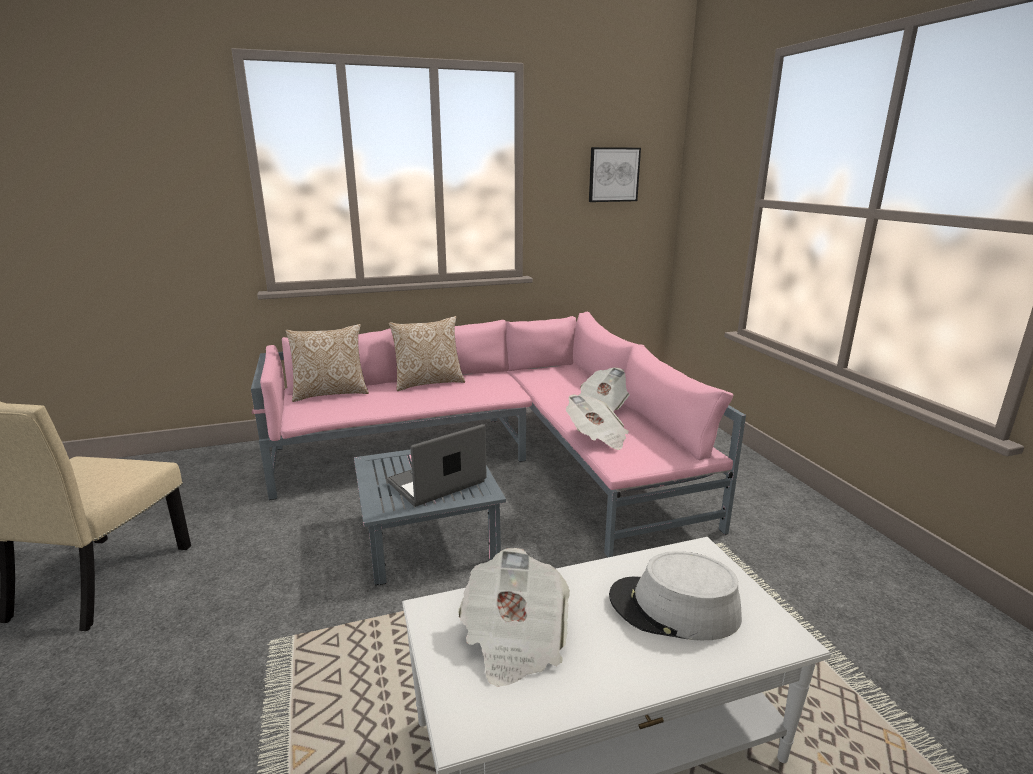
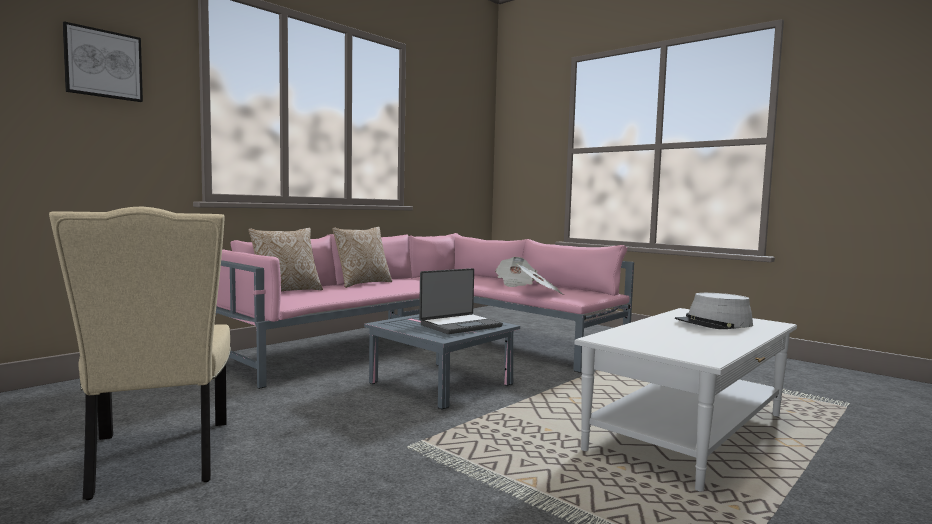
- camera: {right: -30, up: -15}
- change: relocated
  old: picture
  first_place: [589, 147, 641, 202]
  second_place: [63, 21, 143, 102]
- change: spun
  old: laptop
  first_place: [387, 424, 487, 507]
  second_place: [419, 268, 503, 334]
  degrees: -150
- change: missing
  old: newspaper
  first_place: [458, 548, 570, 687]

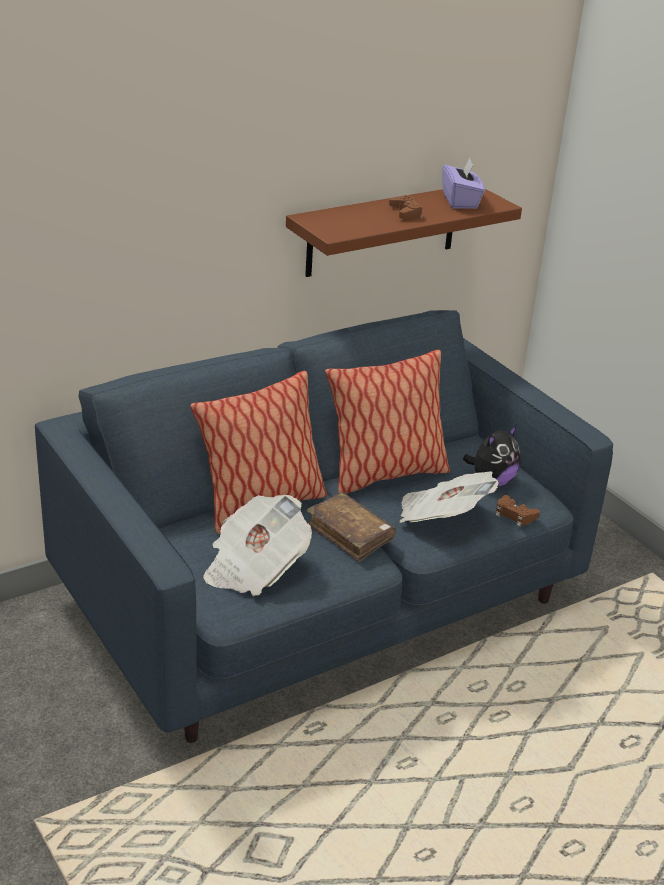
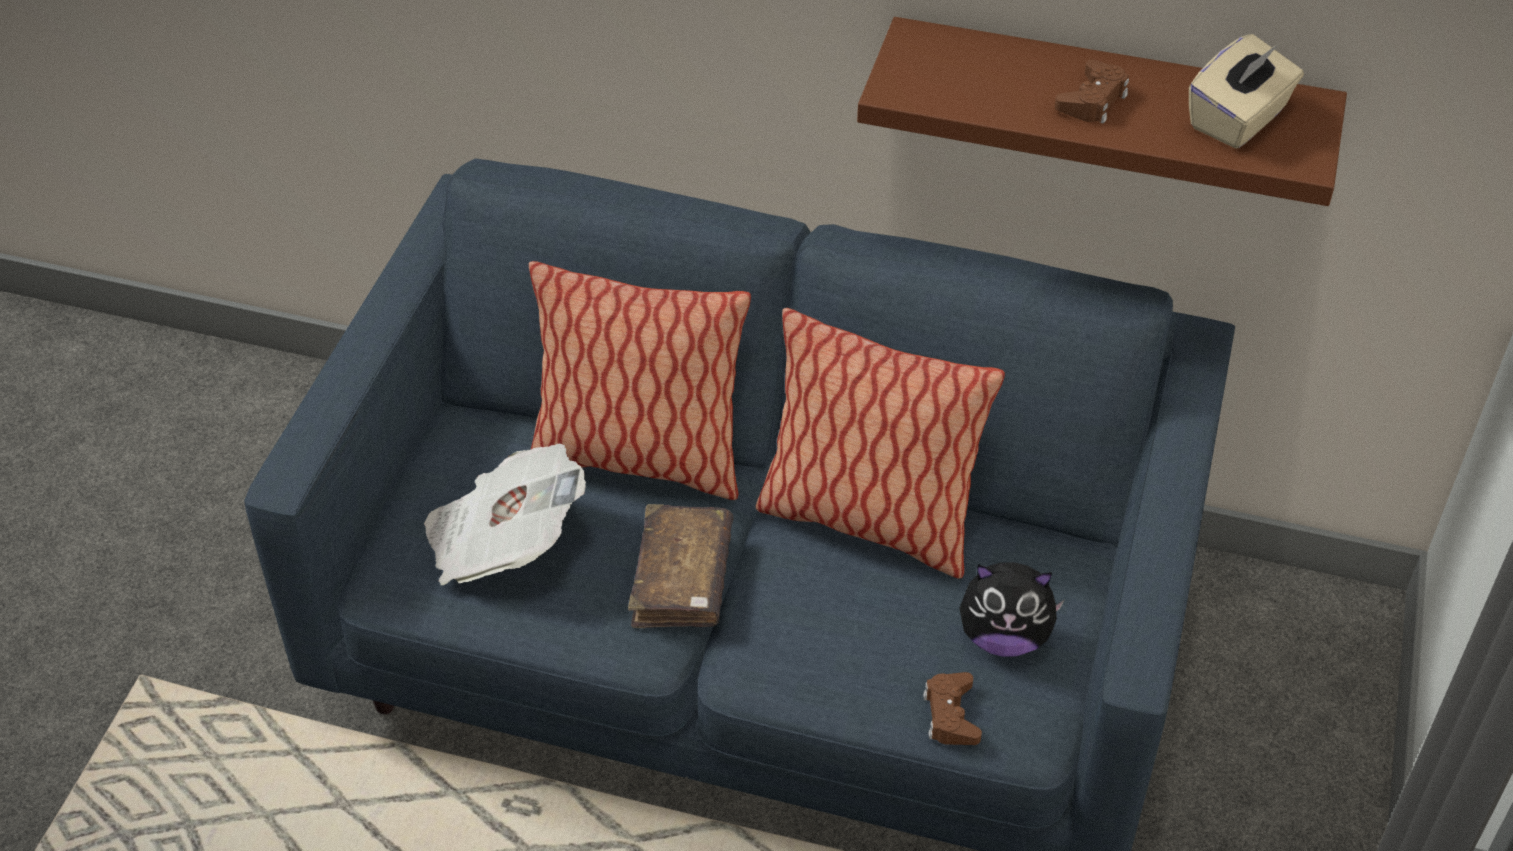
- camera: {right: 50, up: 15}
- change: colour
  old: purple tissue box
  new: beige tissue box
  first_place: [442, 158, 485, 209]
  second_place: [1189, 34, 1304, 149]
- change: missing
  old: newspaper
  first_place: [400, 471, 498, 523]

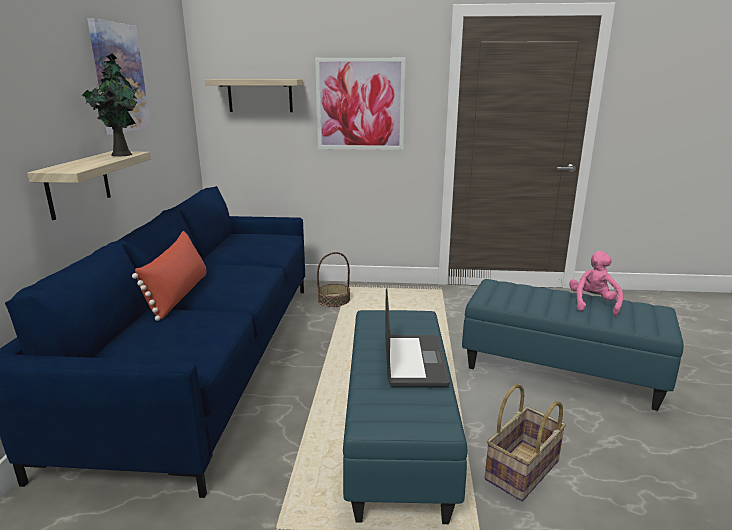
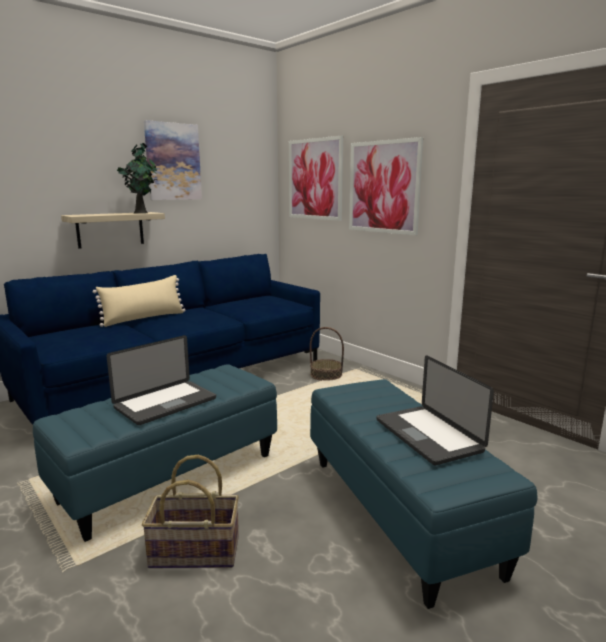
- camera: {right: 45, up: -5}
- change: colour
  old: red pillow
  new: beige pillow
  first_place: [132, 231, 206, 321]
  second_place: [93, 275, 185, 327]
- change: exchanged
  old: shelf
  new: picture
  first_place: [205, 79, 303, 112]
  second_place: [289, 136, 343, 221]
- change: exchanged
  old: pink plush toy
  new: laptop
  first_place: [569, 251, 623, 316]
  second_place: [377, 355, 494, 465]

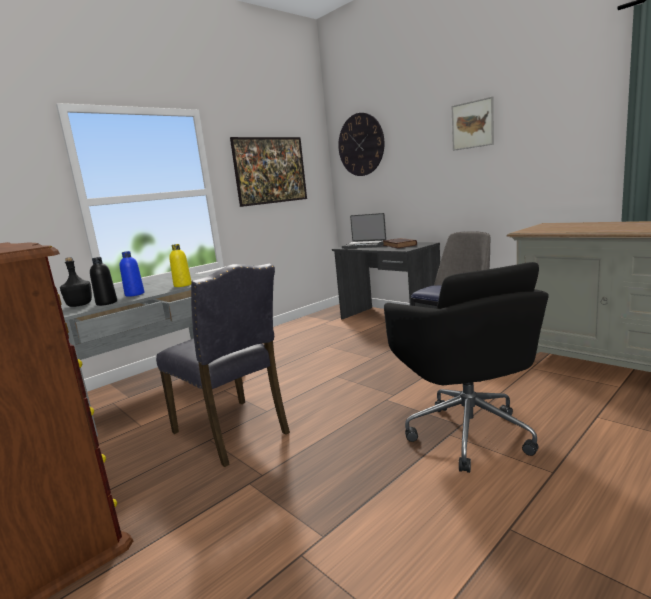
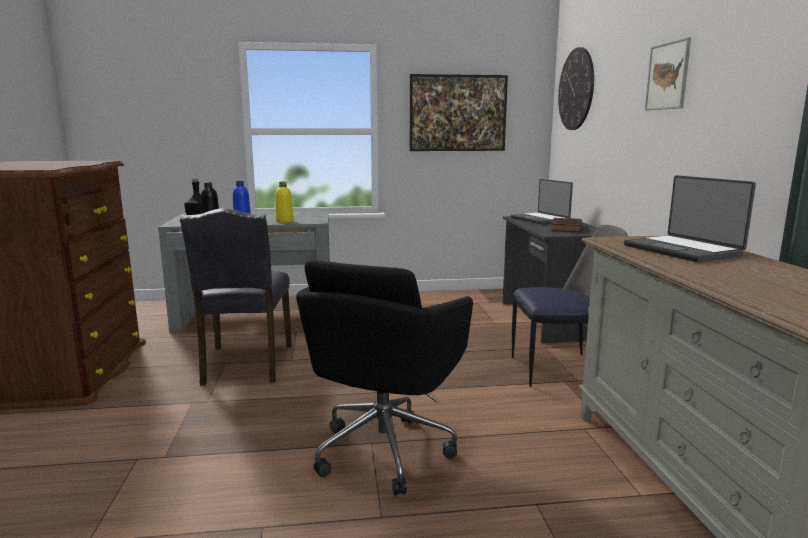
- camera: {right: 35, up: 0}
- change: appeared
  new: laptop
  second_place: [624, 175, 756, 262]

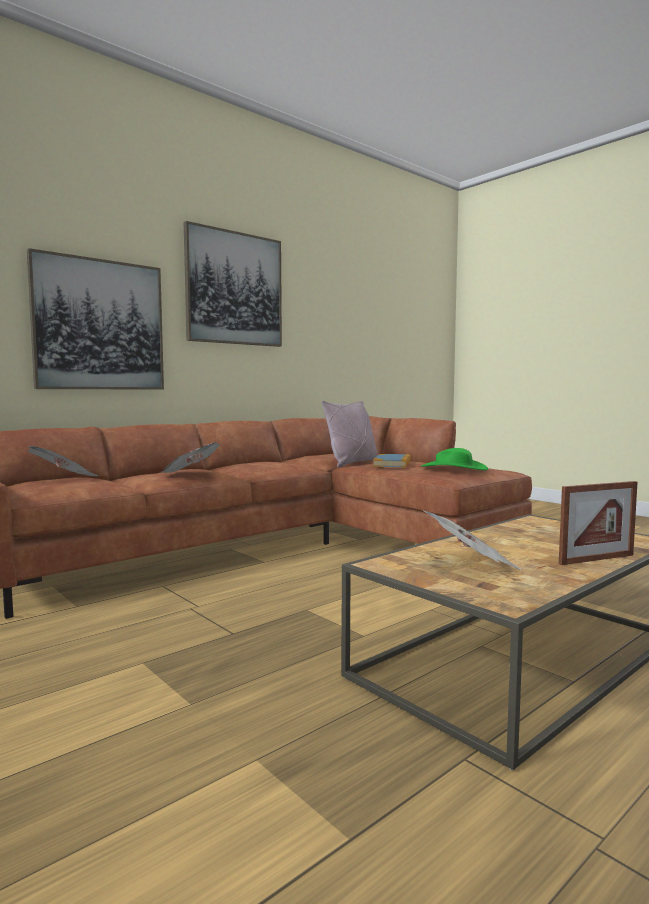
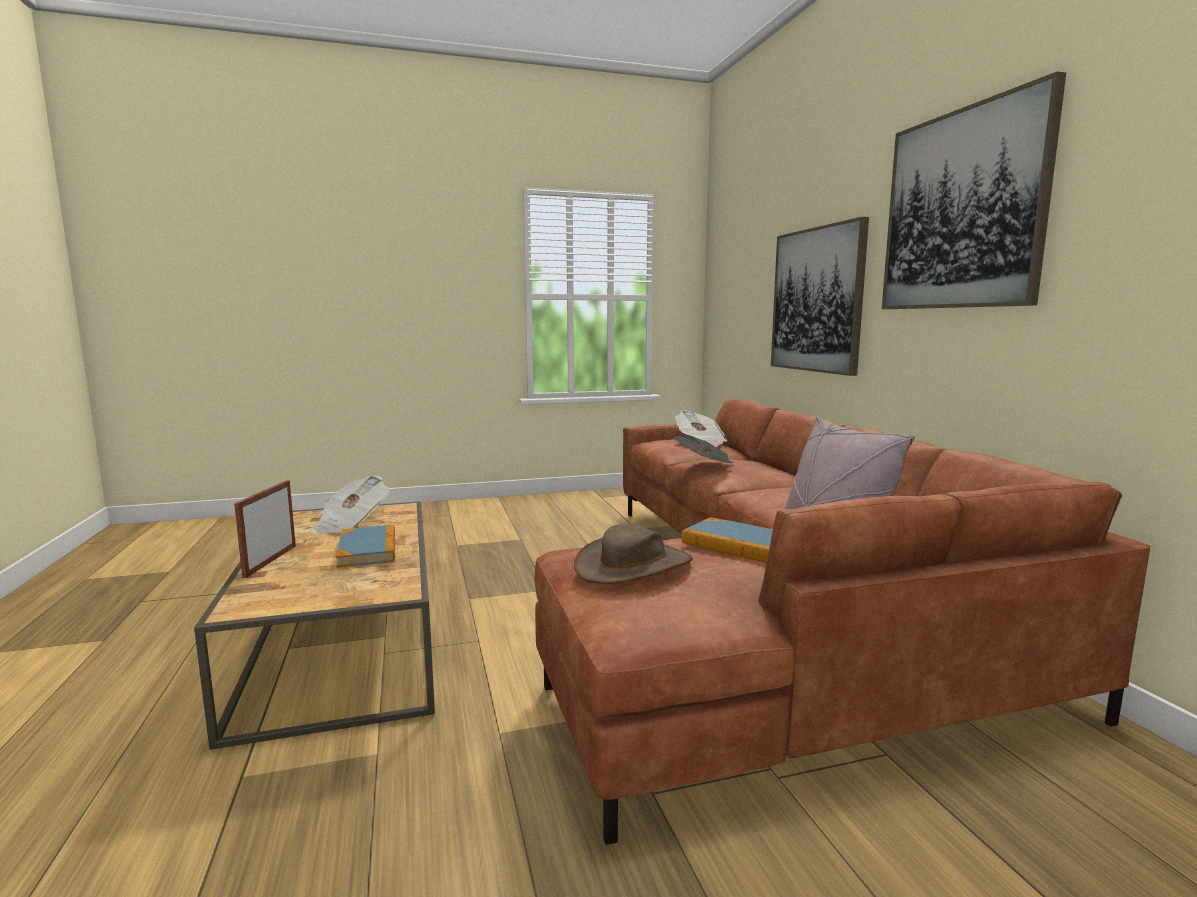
- camera: {right: 115, up: 5}
- change: appeared
  new: book
  second_place: [336, 525, 395, 568]
- change: colour
  old: green hat
  new: brown hat
  first_place: [421, 448, 488, 471]
  second_place: [574, 524, 693, 584]

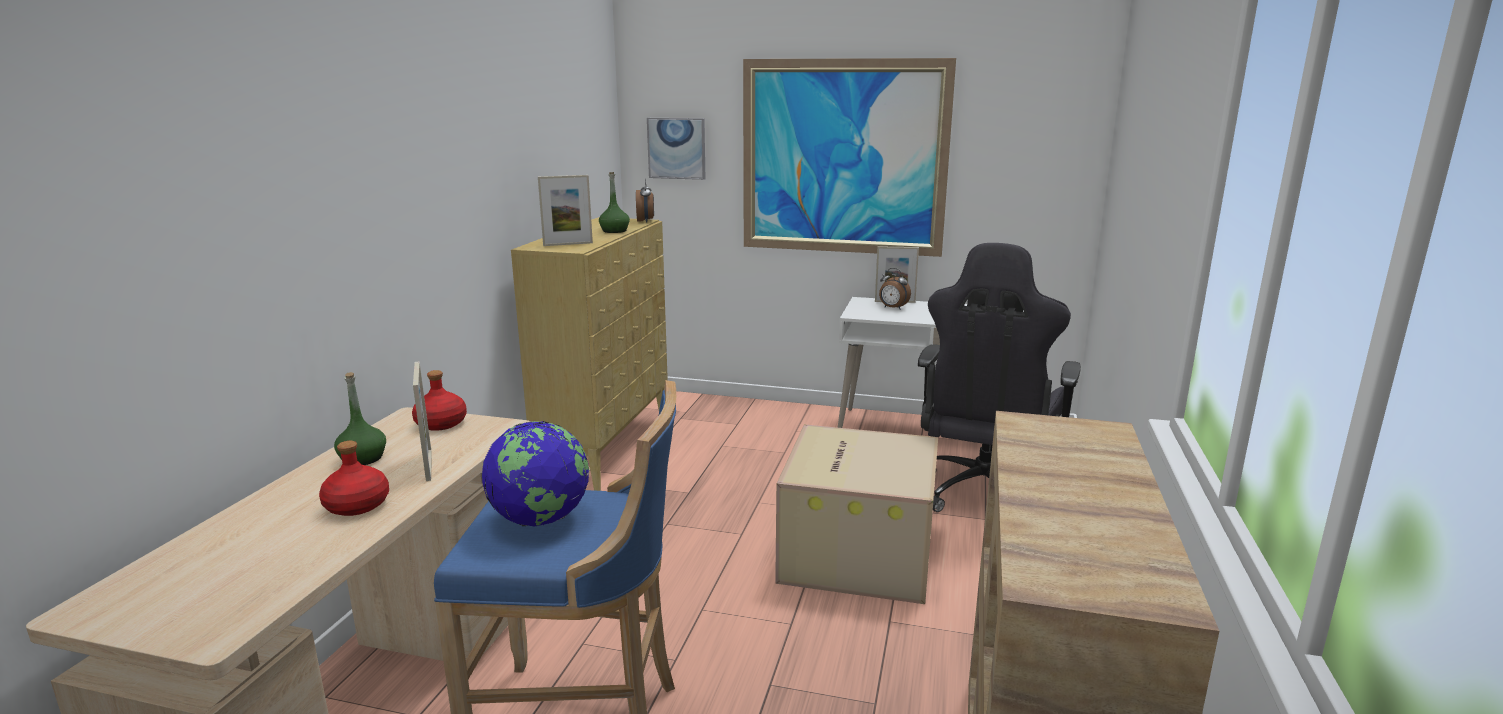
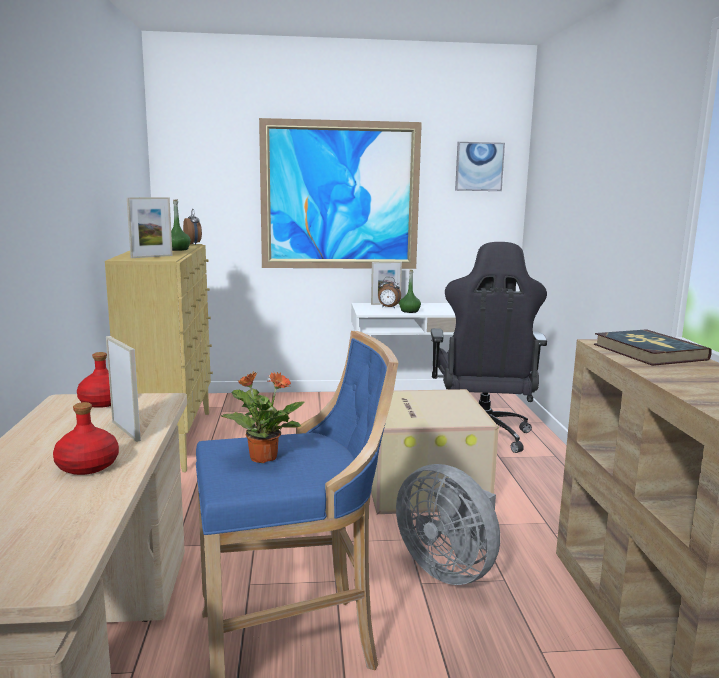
- camera: {right: -20, up: -5}
- change: exchanged
  old: globe
  new: potted plant
  first_place: [482, 421, 590, 527]
  second_place: [221, 371, 304, 463]
- change: appeared
  new: grey fan
  second_place: [396, 464, 500, 585]
- change: relocated
  old: green bottle
  first_place: [334, 372, 386, 465]
  second_place: [399, 269, 421, 313]
- change: relocated
  old: picture
  first_place: [647, 118, 705, 180]
  second_place: [455, 142, 505, 191]
- change: appeared
  new: book
  second_place: [594, 329, 712, 366]

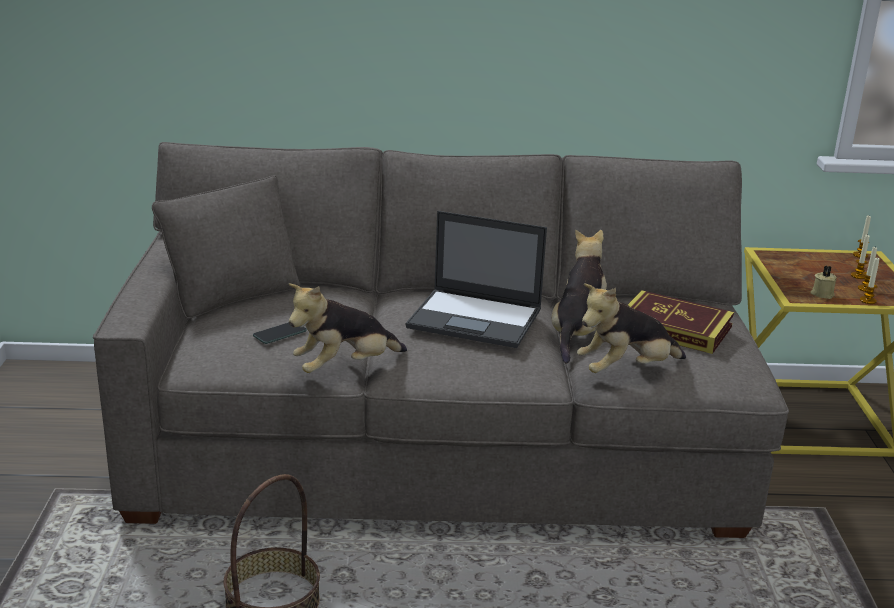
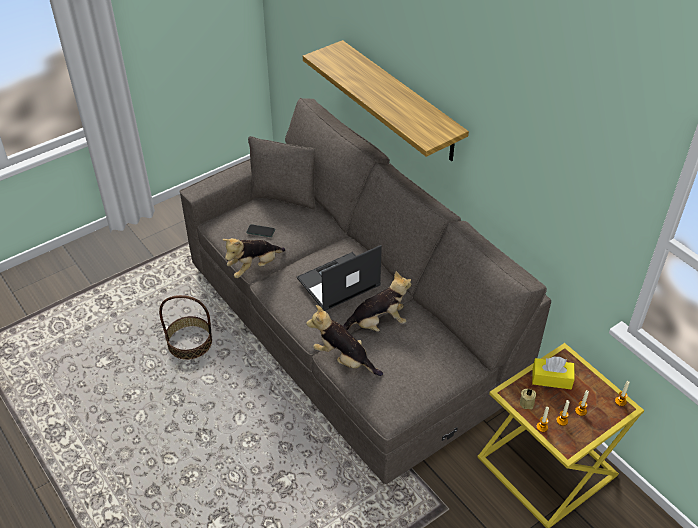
- camera: {right: 55, up: 20}
- change: spun
  old: plush toy
  first_place: [289, 283, 407, 373]
  second_place: [222, 238, 285, 278]
  degrees: -60
- change: spun
  old: laptop
  first_place: [406, 211, 547, 348]
  second_place: [297, 245, 382, 311]
  degrees: 75
- change: appeared
  new: shelf
  second_place: [303, 40, 469, 161]
- change: appeared
  new: yellow tissue box
  second_place: [532, 357, 575, 389]
- change: missing
  old: book
  first_place: [628, 290, 734, 354]

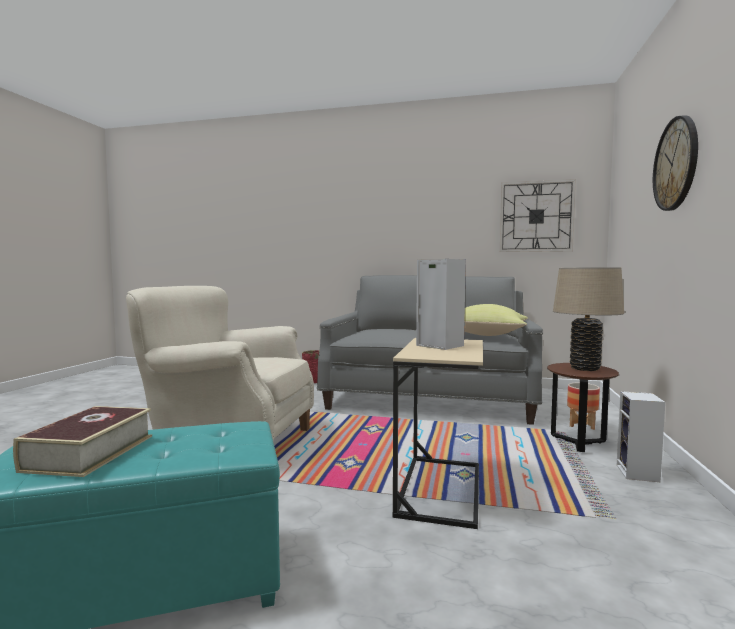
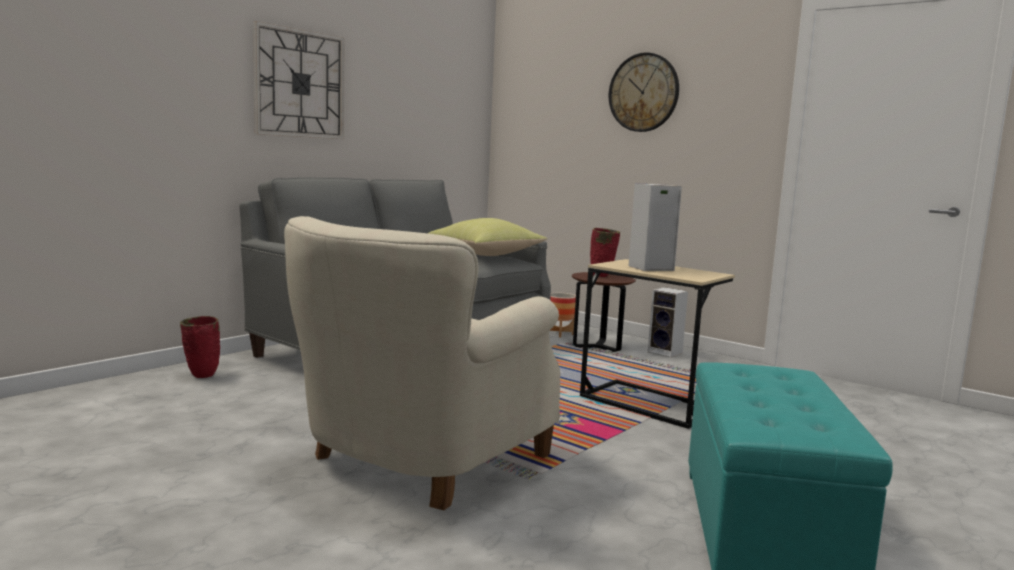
- camera: {right: -65, up: 5}
- change: relocated
  old: wall clock
  first_place: [499, 179, 576, 252]
  second_place: [253, 21, 345, 139]
- change: exchanged
  old: beige table lamp
  new: red vase
  first_place: [553, 267, 624, 371]
  second_place: [590, 228, 620, 277]
- change: missing
  old: book
  first_place: [13, 406, 152, 477]

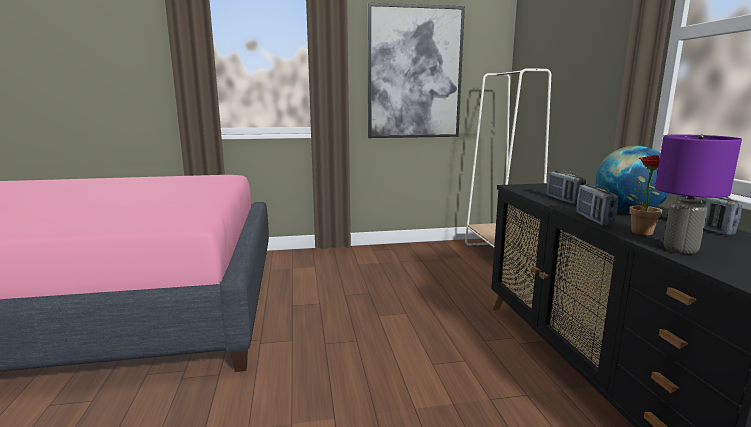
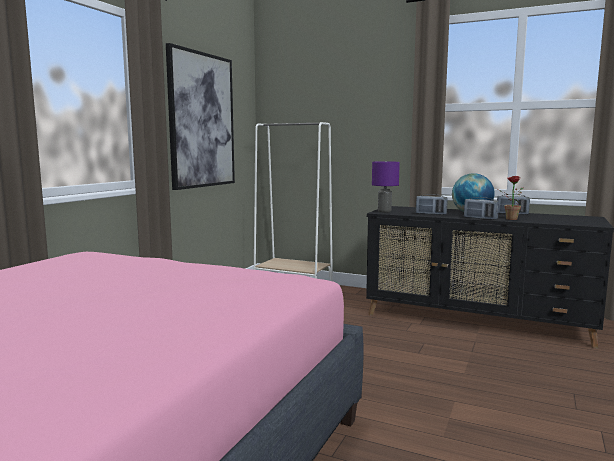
- camera: {right: -55, up: -5}
- change: relocated
  old: purple table lamp
  first_place: [655, 134, 742, 254]
  second_place: [372, 161, 400, 213]

